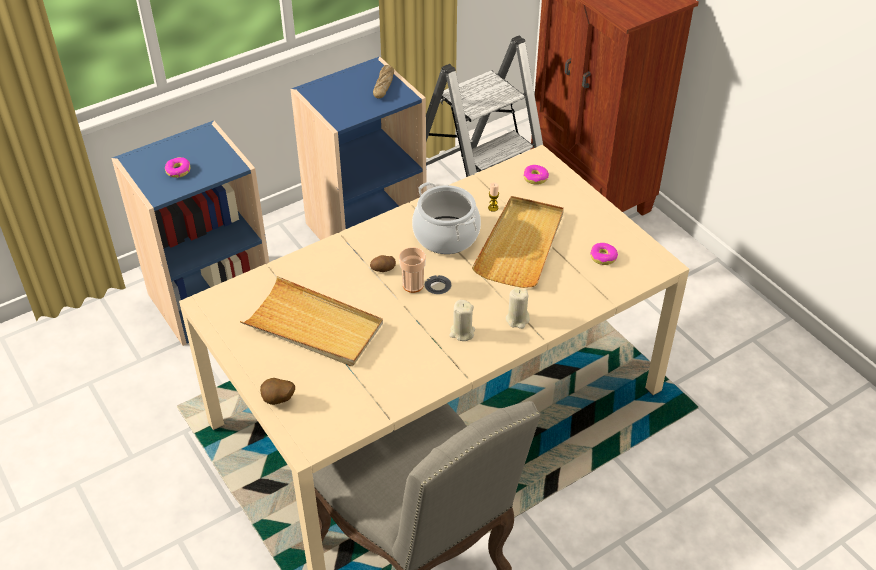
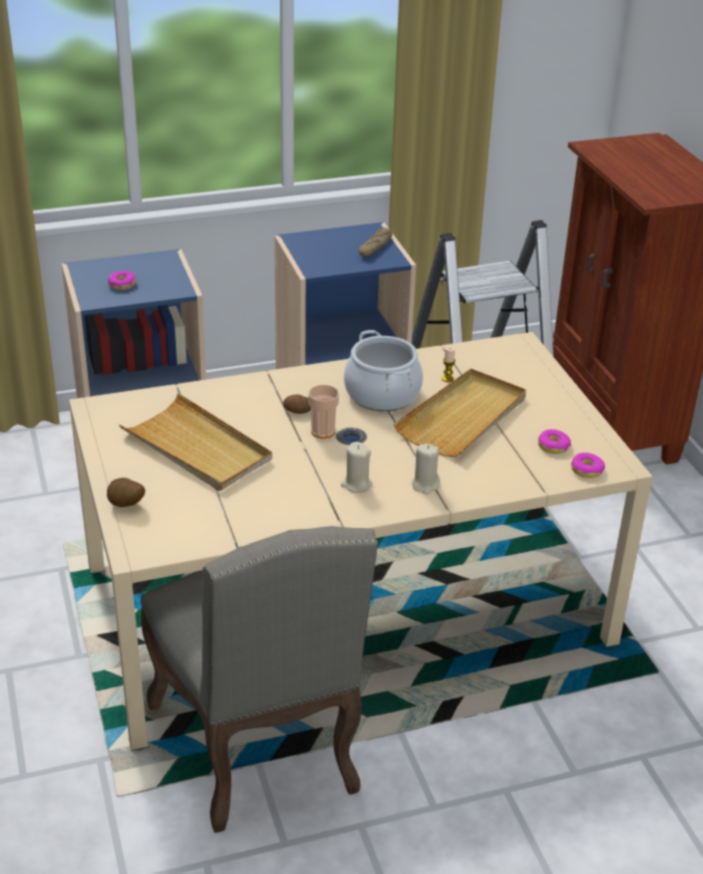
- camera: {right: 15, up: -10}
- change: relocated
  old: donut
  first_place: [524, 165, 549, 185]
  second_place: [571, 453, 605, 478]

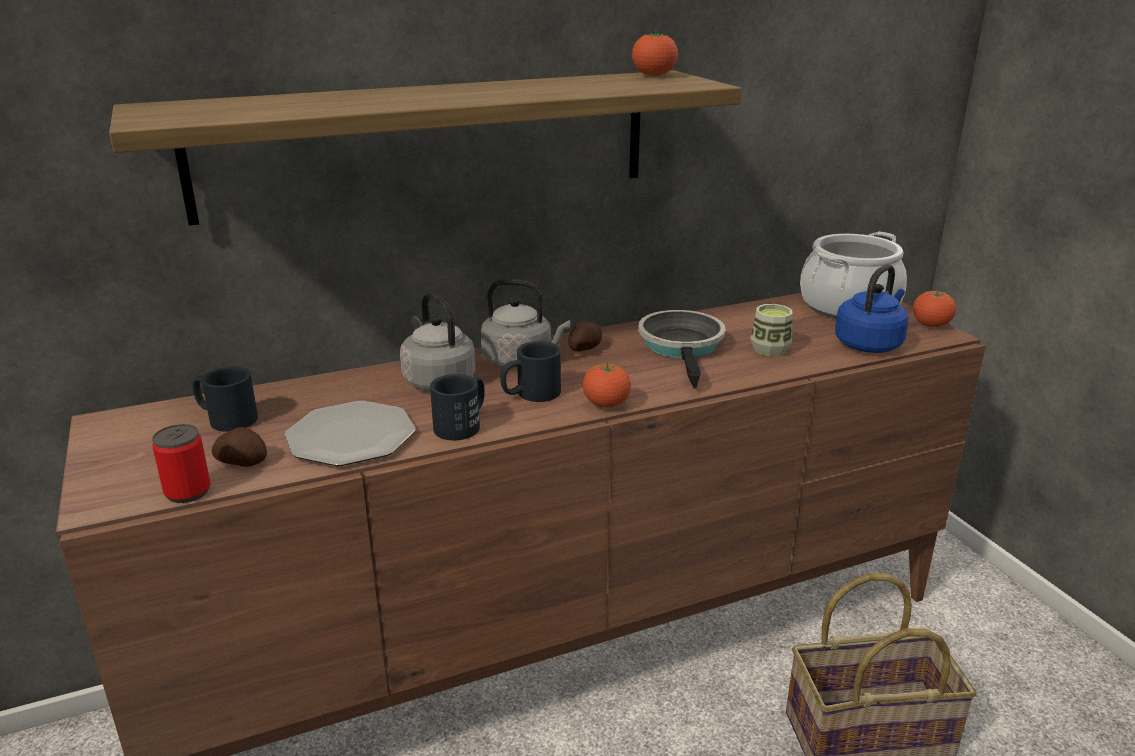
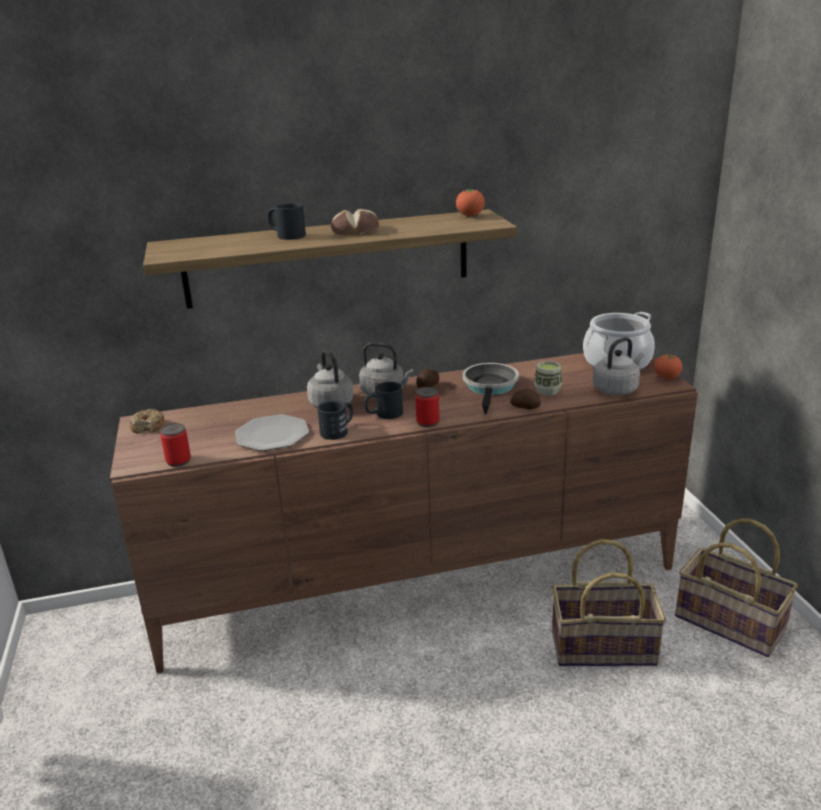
- camera: {right: 10, up: 0}
- change: appeared
  new: donut
  second_place: [130, 409, 164, 433]
- change: relocated
  old: black mug
  first_place: [193, 366, 258, 432]
  second_place: [268, 203, 306, 240]
- change: appeared
  new: bread
  second_place: [331, 209, 379, 235]
- change: exchanged
  old: tomato
  new: can
  first_place: [583, 362, 631, 408]
  second_place: [415, 387, 440, 427]
- change: relocated
  old: potato
  first_place: [211, 427, 267, 467]
  second_place: [510, 388, 541, 409]
- change: colour
  old: blue kettle
  new: grey kettle
  first_place: [835, 264, 909, 353]
  second_place: [593, 337, 644, 395]
- change: appeared
  new: basket
  second_place: [675, 518, 798, 657]

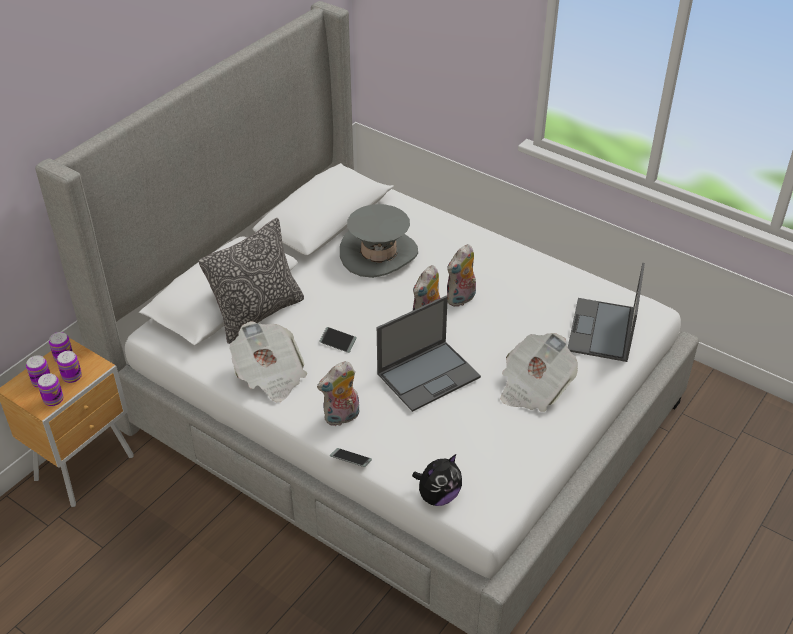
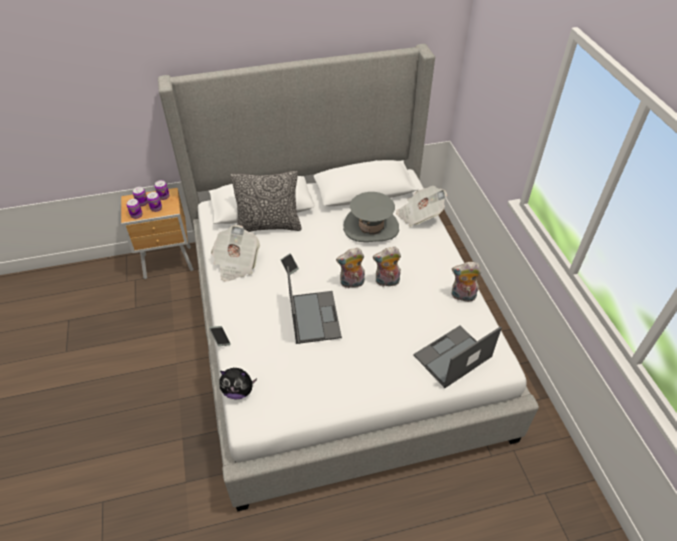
- camera: {right: 40, up: 5}
- change: spun
  old: laptop
  first_place: [377, 296, 481, 412]
  second_place: [287, 266, 342, 344]
  degrees: -105
- change: relocated
  old: newspaper
  first_place: [501, 333, 578, 412]
  second_place: [396, 186, 447, 227]
- change: relocated
  old: plush toy
  first_place: [317, 361, 359, 426]
  second_place: [451, 262, 481, 302]

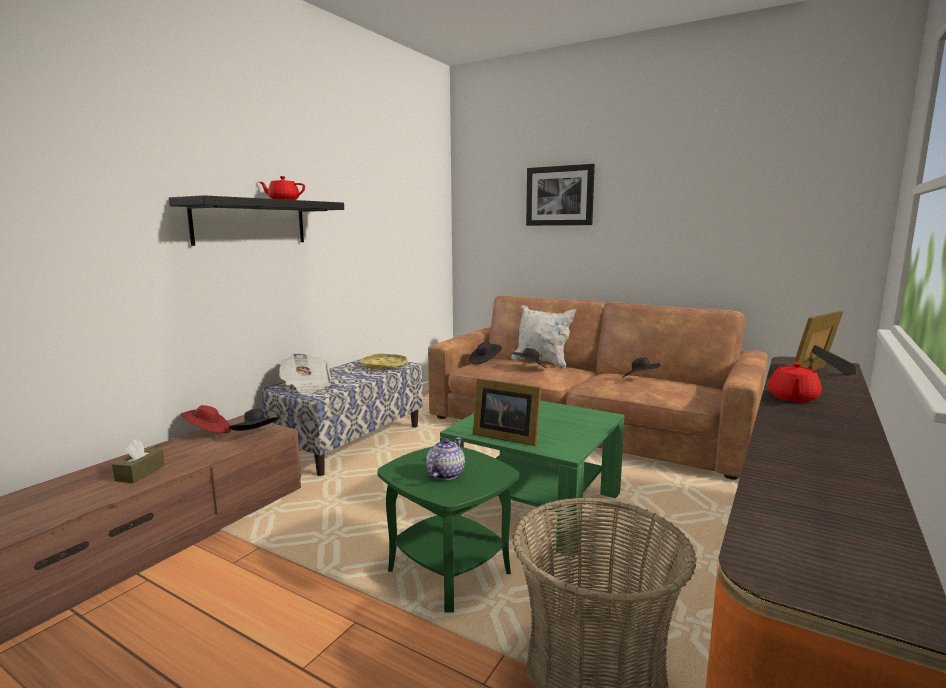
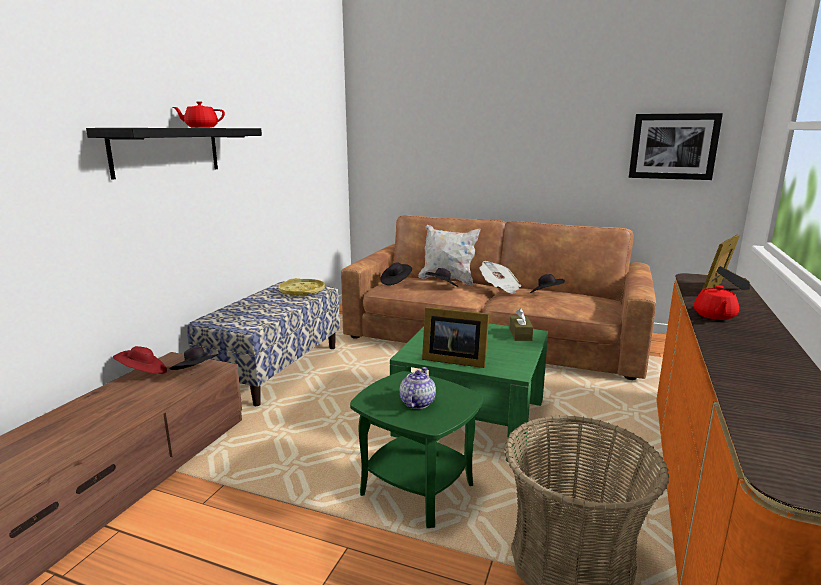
- camera: {right: -10, up: 5}
- change: relocated
  old: newspaper
  first_place: [279, 353, 331, 395]
  second_place: [479, 261, 521, 294]
- change: relocated
  old: brown tissue box
  first_place: [112, 440, 165, 483]
  second_place: [510, 308, 533, 341]
- change: relocated
  old: picture
  first_place: [526, 164, 595, 226]
  second_place: [629, 113, 723, 180]

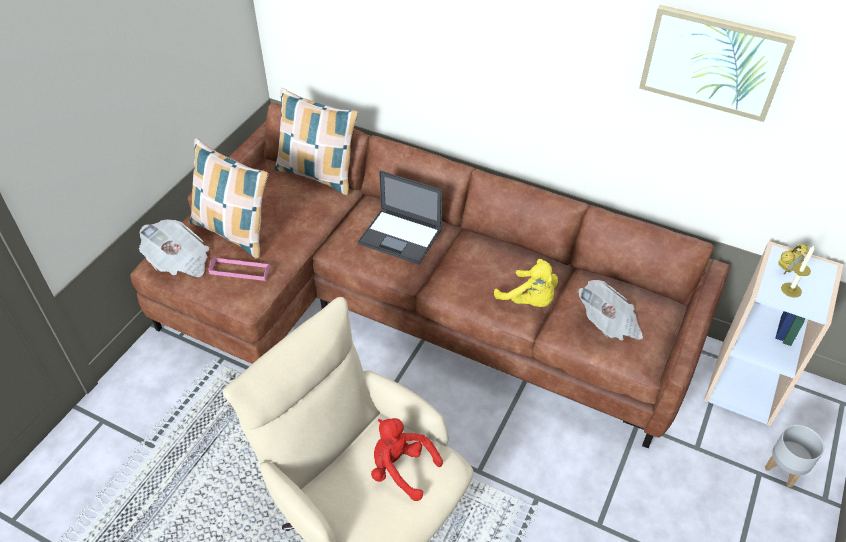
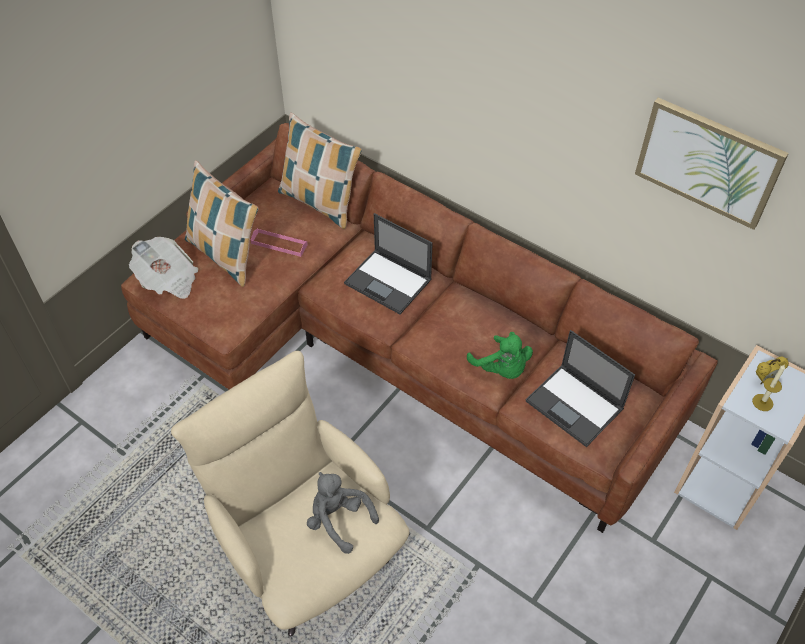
- camera: {right: 10, up: 5}
- change: relocated
  old: pink tray
  first_place: [209, 257, 270, 281]
  second_place: [251, 228, 308, 257]
- change: colour
  old: red plush toy
  new: grey plush toy
  first_place: [371, 418, 443, 501]
  second_place: [307, 472, 379, 554]
- change: colour
  old: yellow plush toy
  new: green plush toy
  first_place: [494, 259, 558, 307]
  second_place: [467, 332, 533, 379]
- change: exchanged
  old: newspaper
  new: laptop
  first_place: [579, 280, 643, 341]
  second_place: [526, 330, 635, 447]
- change: missing
  old: grey planter
  first_place: [765, 425, 824, 487]

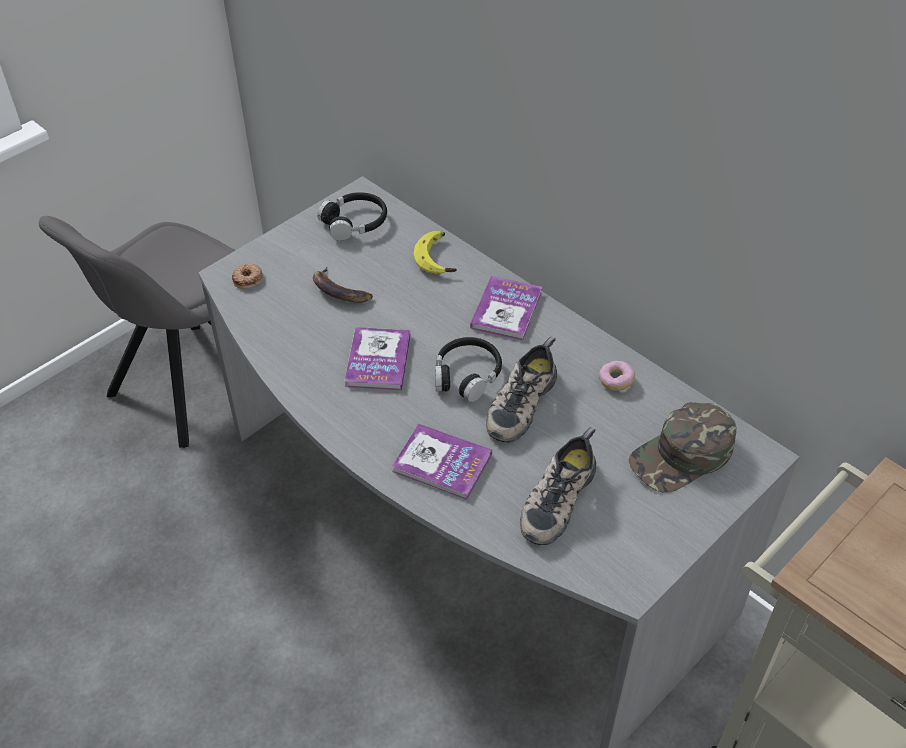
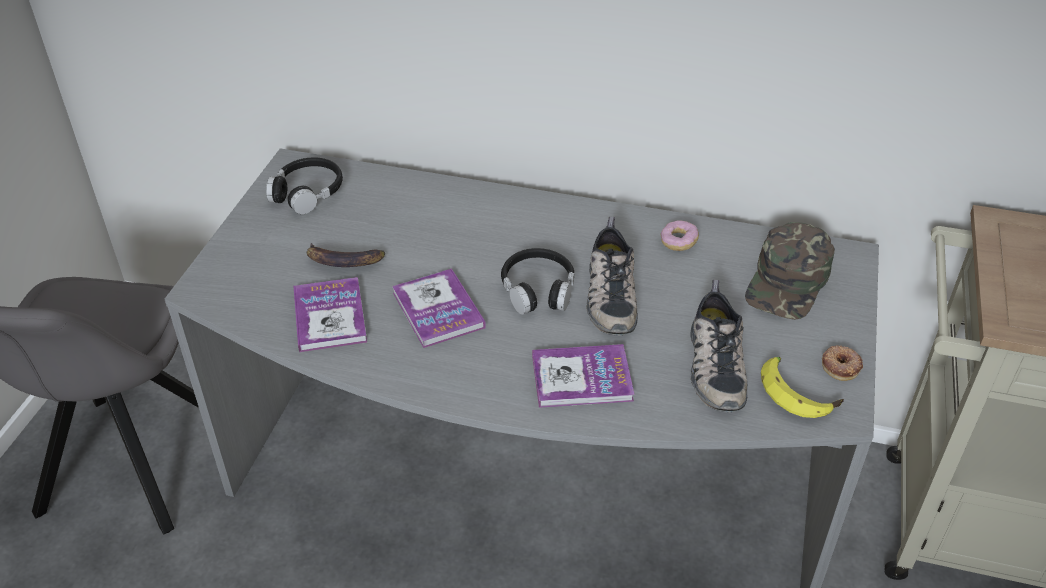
- camera: {right: -30, up: -5}
- change: relocated
  old: book
  first_place: [470, 276, 542, 340]
  second_place: [293, 277, 367, 352]
- change: relocated
  old: banana
  first_place: [413, 231, 457, 274]
  second_place: [761, 357, 844, 418]
- change: relocated
  old: donut
  first_place: [232, 264, 263, 289]
  second_place: [822, 345, 863, 381]

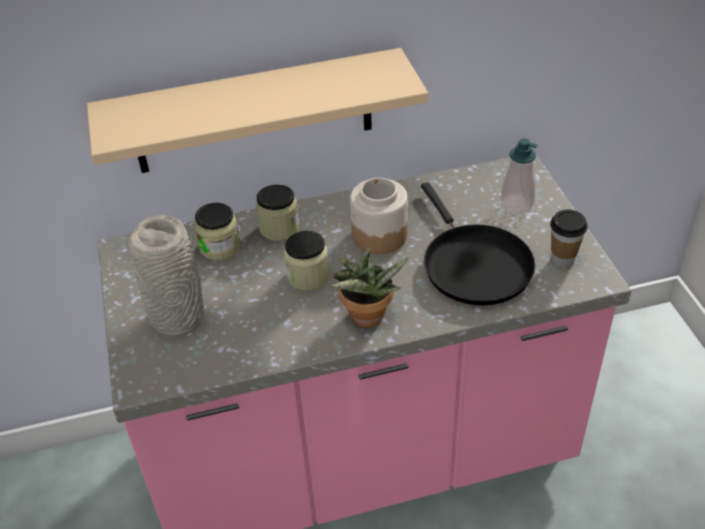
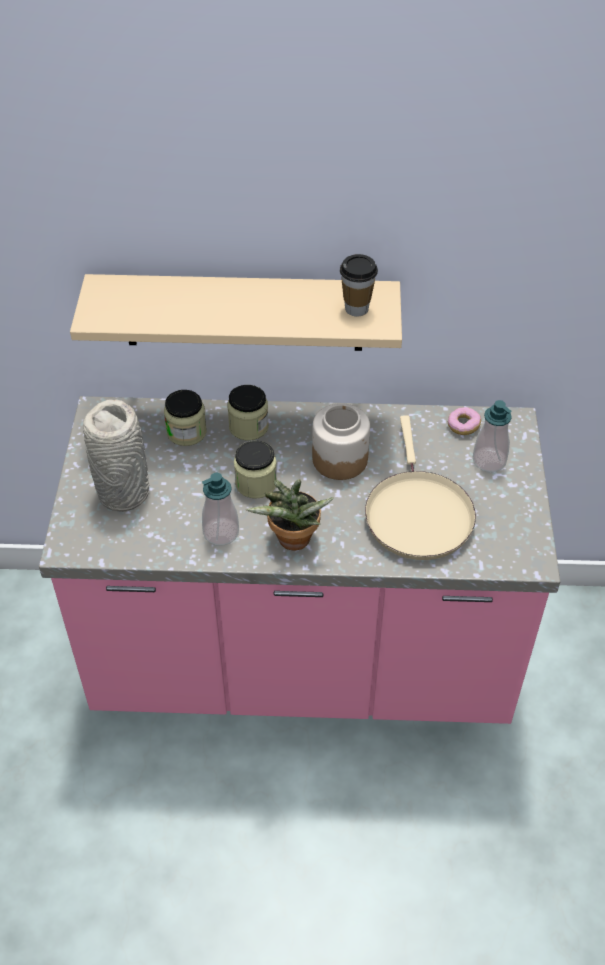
- camera: {right: 15, up: 5}
- change: appeared
  new: soap dispenser
  second_place: [202, 473, 239, 545]
- change: relocated
  old: cup
  first_place: [550, 210, 588, 267]
  second_place: [340, 254, 378, 317]
- change: colour
  old: black frying pan
  new: beige frying pan
  first_place: [421, 182, 535, 305]
  second_place: [365, 415, 476, 560]
- change: appeared
  new: donut
  second_place: [448, 407, 481, 435]

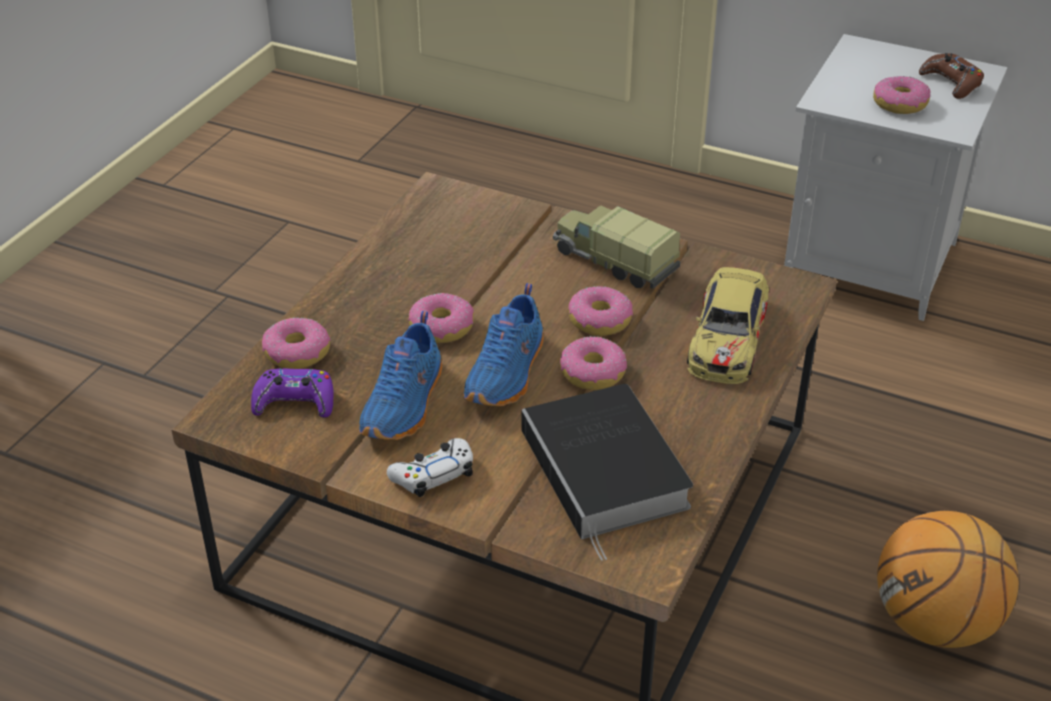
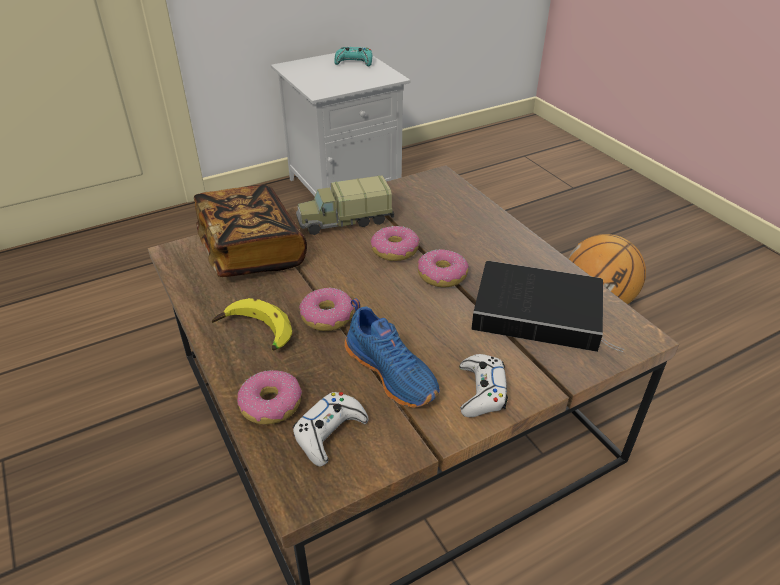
- camera: {right: -55, up: 0}
- change: appeared
  new: book
  second_place: [194, 185, 307, 277]
- change: appeared
  new: banana
  second_place: [212, 298, 292, 351]
- change: colour
  old: purple game controller
  new: white game controller
  first_place: [251, 368, 334, 418]
  second_place: [293, 392, 369, 466]
- change: colour
  old: brown game controller
  new: turquoise game controller
  first_place: [919, 53, 984, 99]
  second_place: [335, 47, 372, 66]
- change: missing
  old: blue shoe
  first_place: [463, 283, 544, 406]
- change: missing
  old: toy car
  first_place: [687, 267, 769, 384]
- change: missing
  old: donut
  first_place: [873, 76, 931, 114]

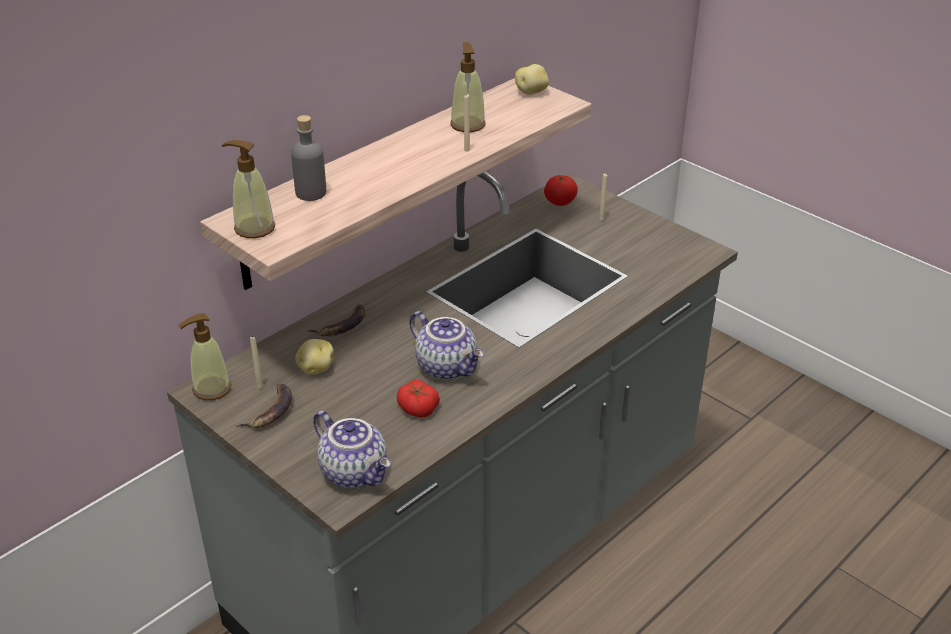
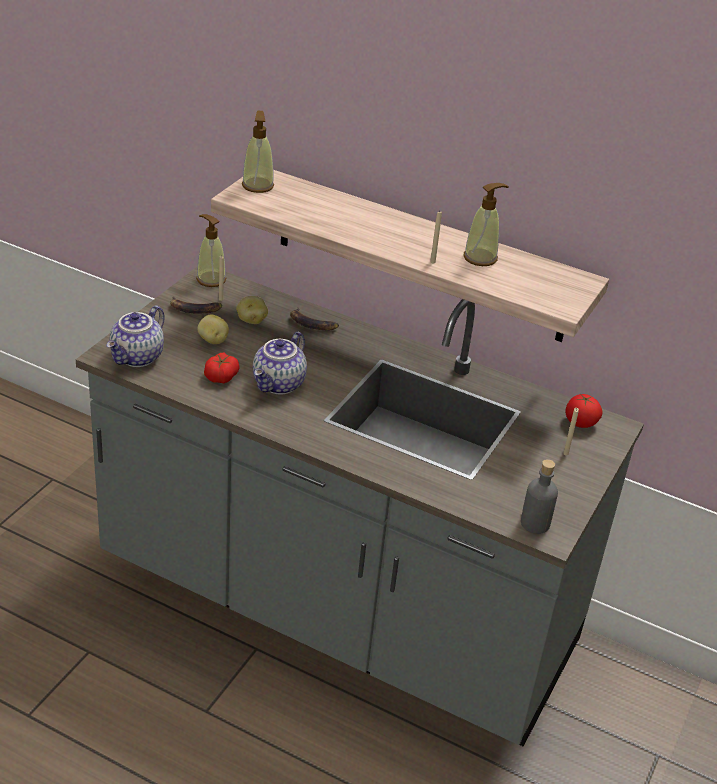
- camera: {right: 70, up: 0}
- change: relocated
  old: potato
  first_place: [515, 64, 549, 95]
  second_place: [197, 314, 229, 344]
- change: relocated
  old: grey bottle
  first_place: [291, 115, 326, 201]
  second_place: [521, 459, 558, 534]

